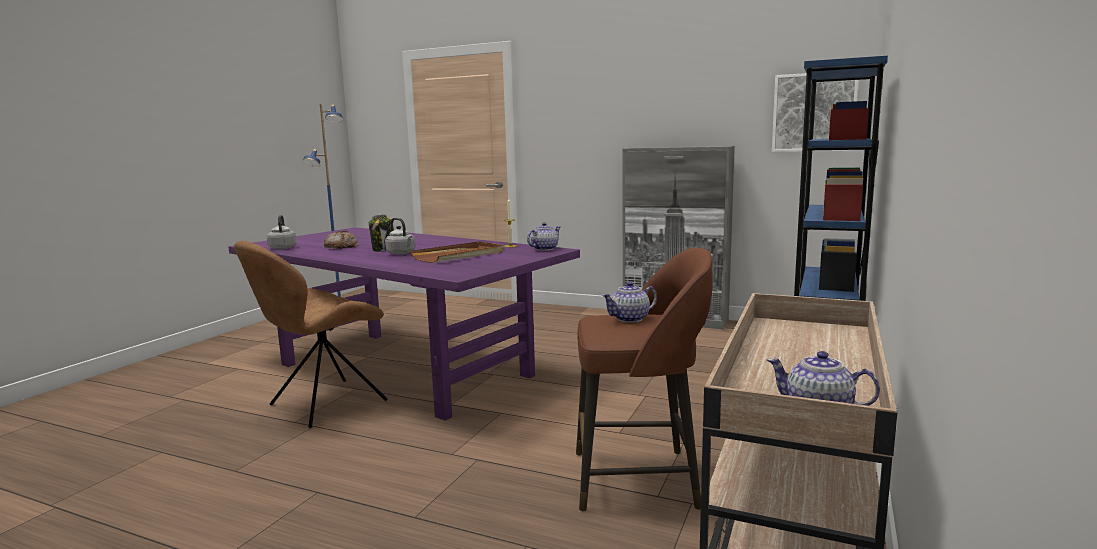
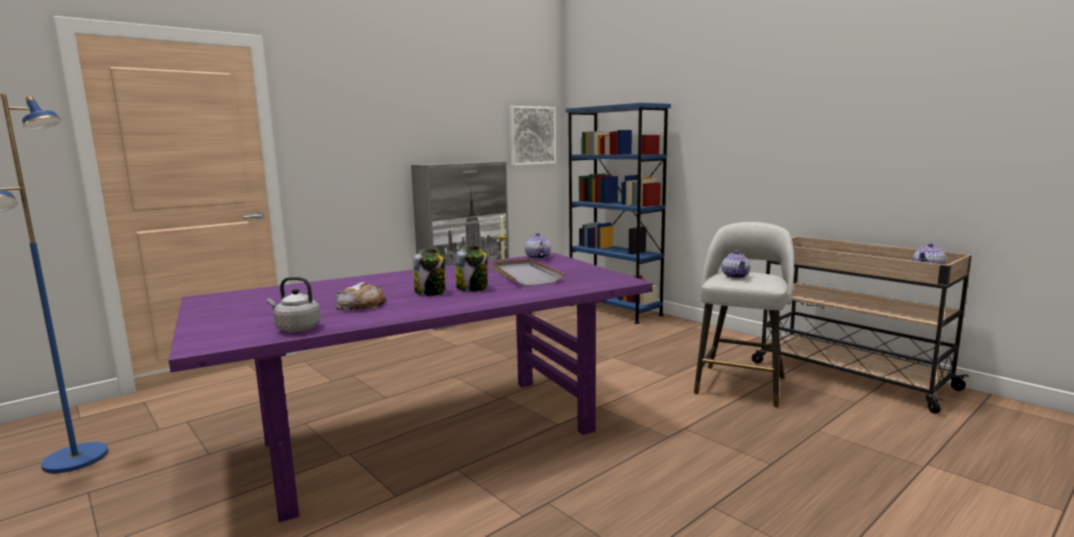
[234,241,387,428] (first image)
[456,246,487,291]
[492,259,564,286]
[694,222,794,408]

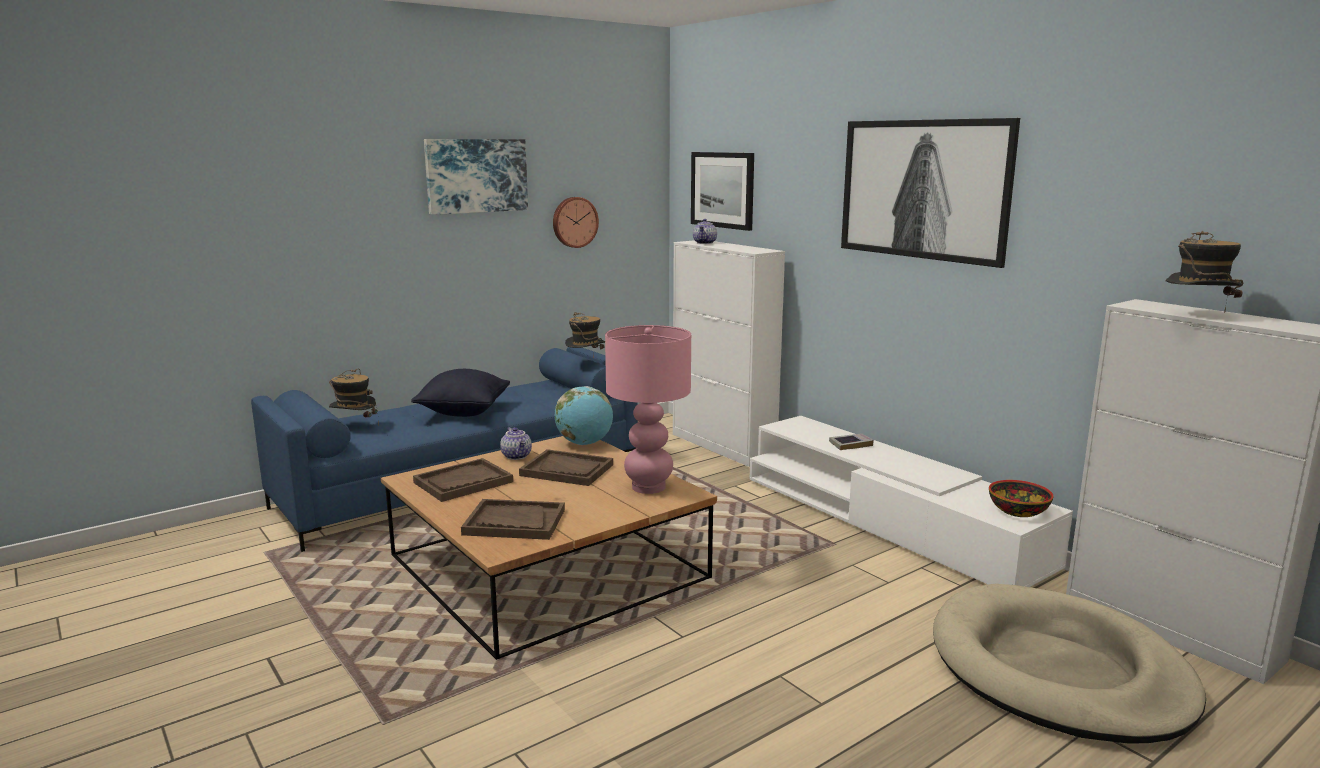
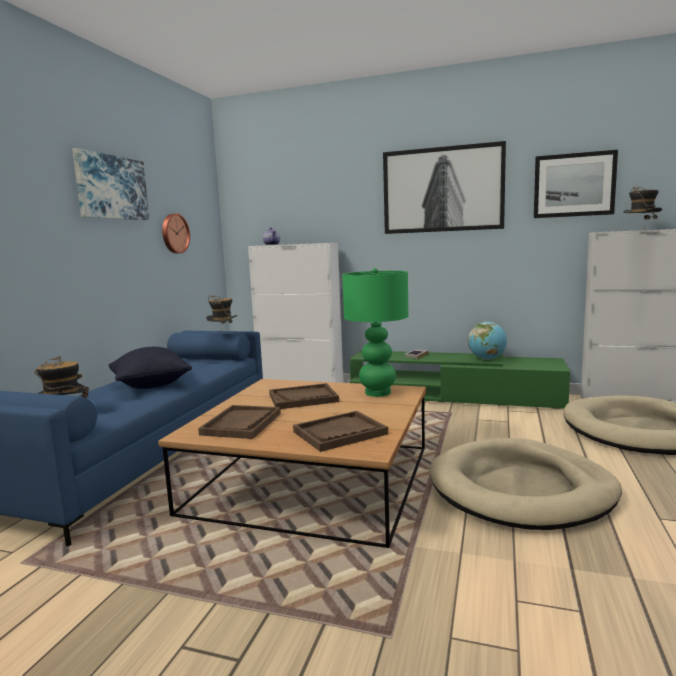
[500,427,532,460] (first image)
[468,322,507,360]
[342,268,408,397]
[534,150,618,218]
[350,350,570,409]
[989,480,1053,517] (first image)
[430,438,622,530]

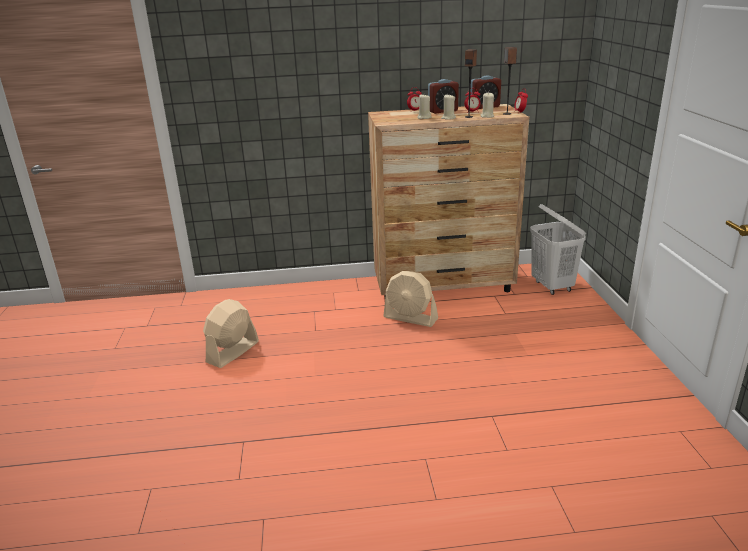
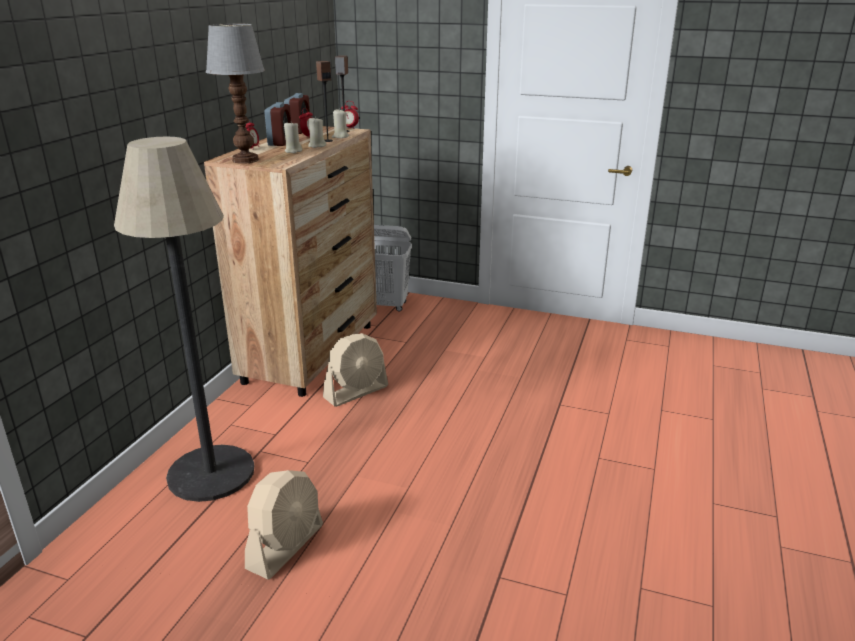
[245,470,323,579]
[114,136,254,502]
[206,23,265,164]

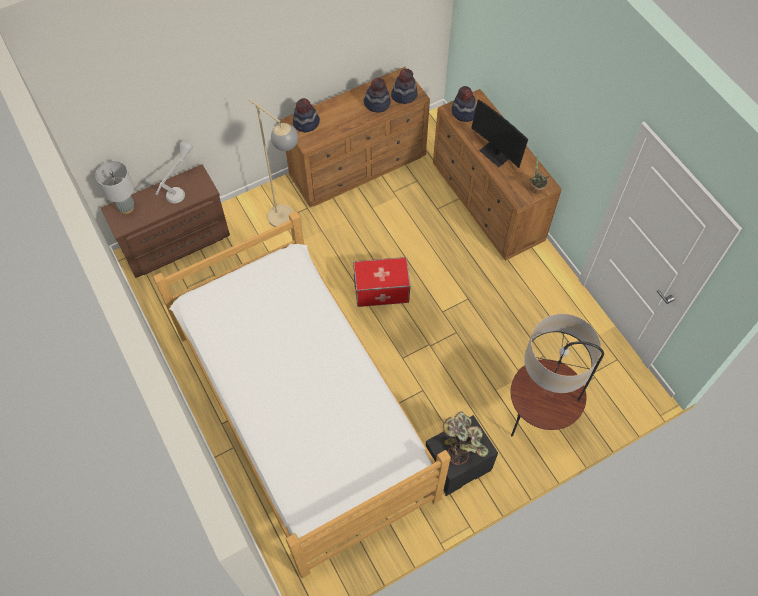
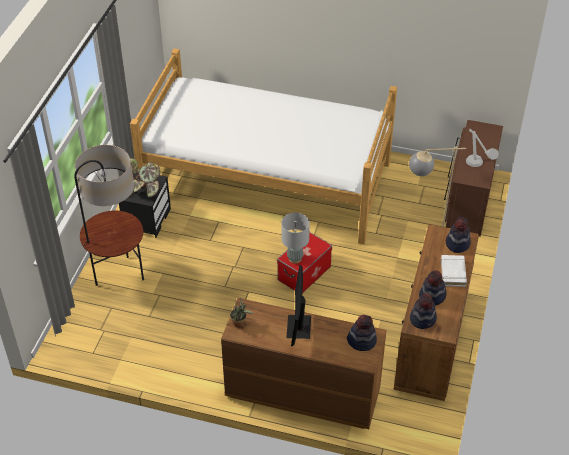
[281,213,310,264]
[286,265,311,346]
[441,255,467,287]

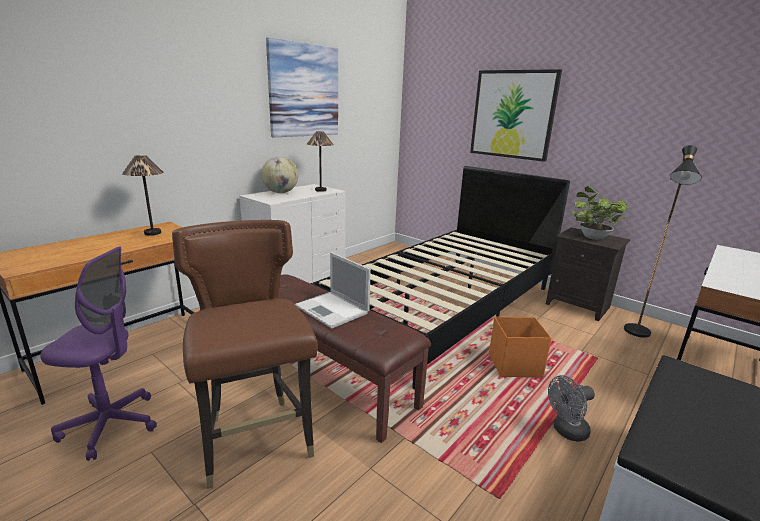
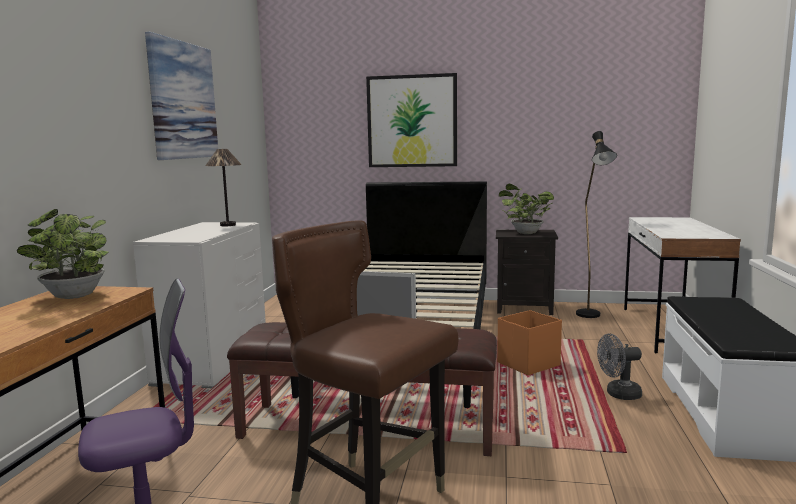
[17,209,109,299]
[261,157,298,193] (first image)
[597,333,642,400]

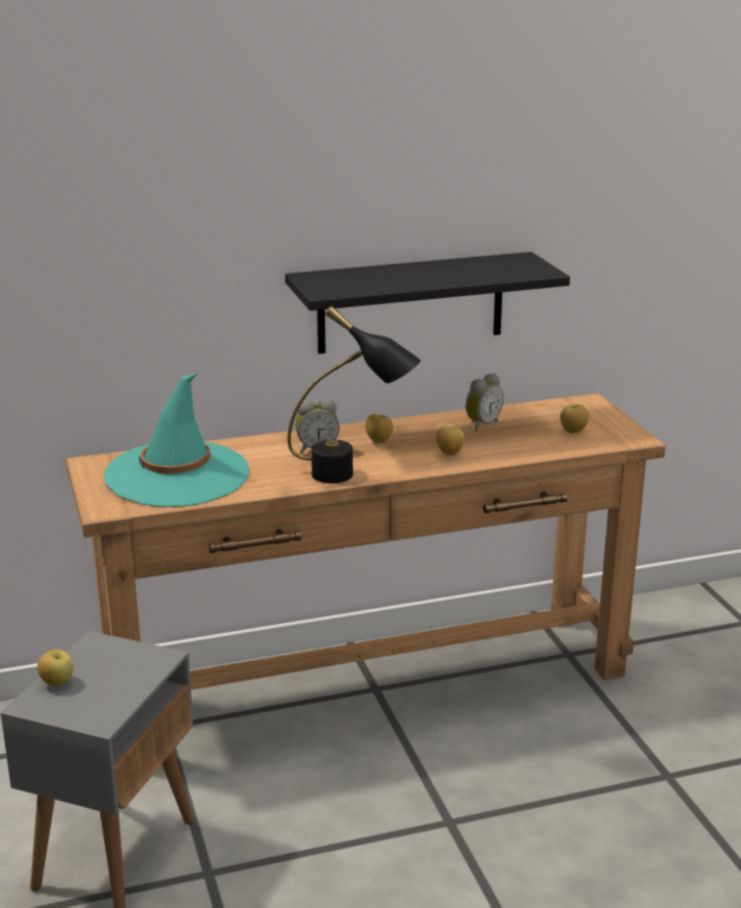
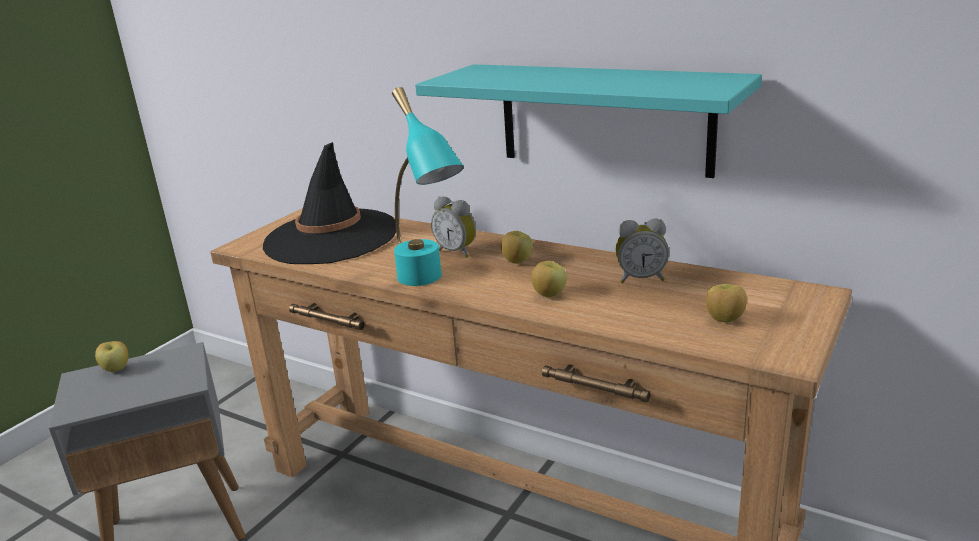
[263,142,396,264]
[415,64,762,178]
[392,87,464,286]

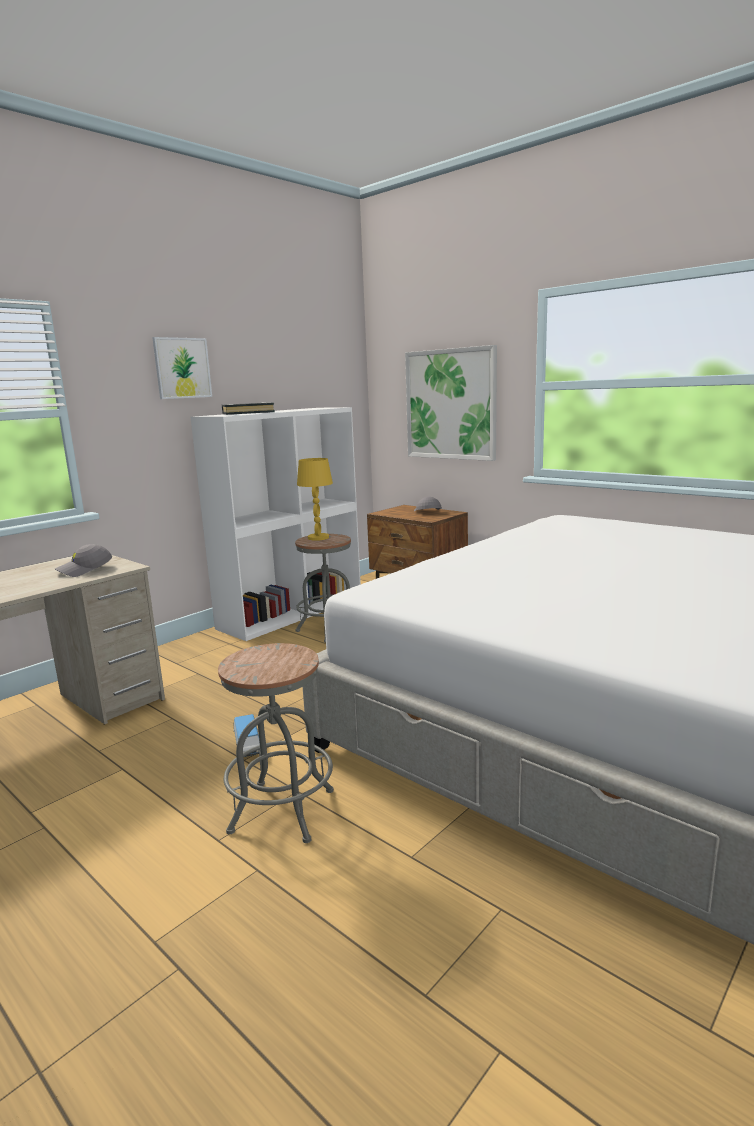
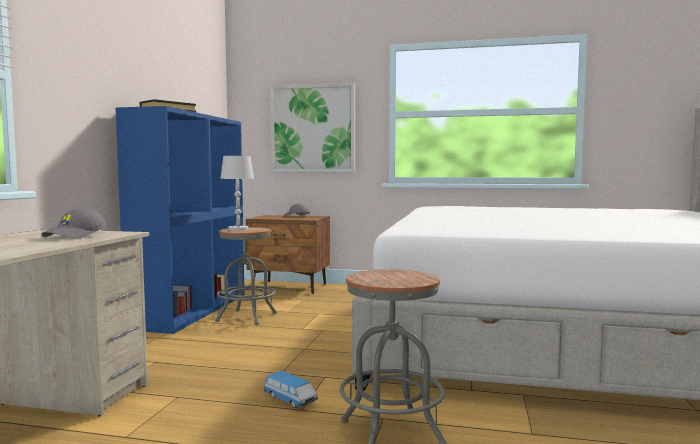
[152,337,212,399] (first image)
[116,106,244,334]
[220,156,254,230]

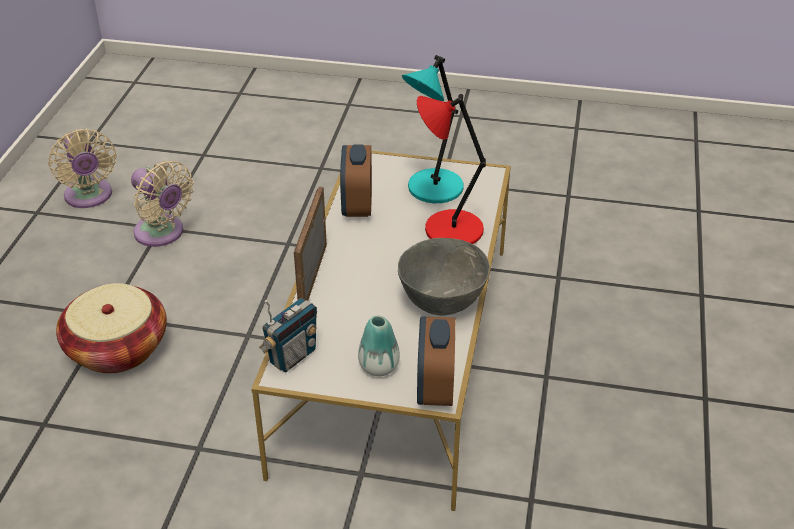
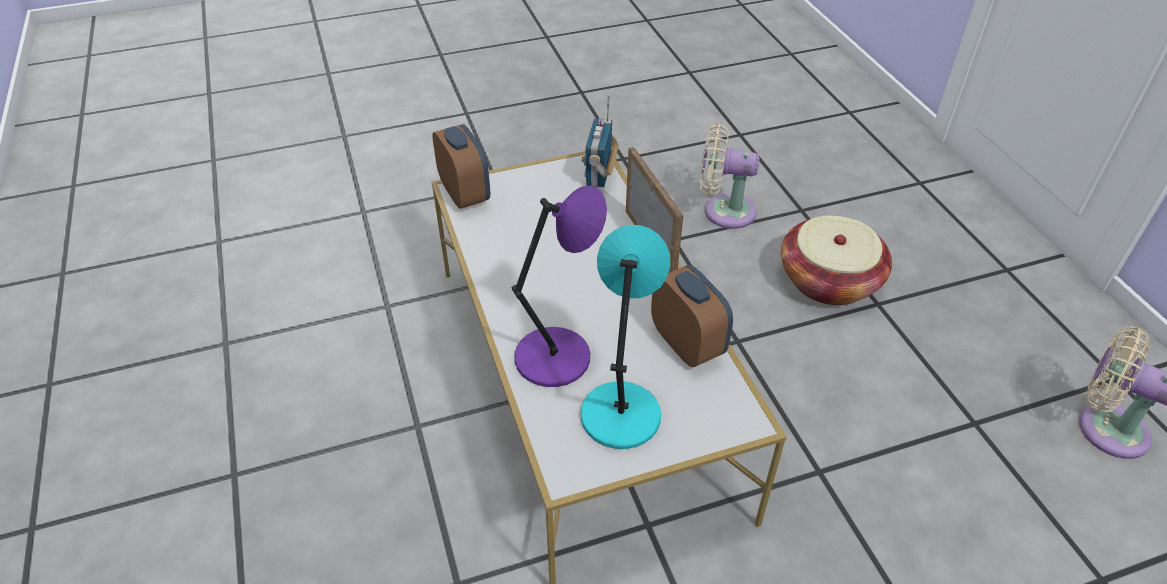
[700,124,760,229]
[358,316,400,376] (first image)
[398,238,490,315] (first image)
[512,185,607,387]

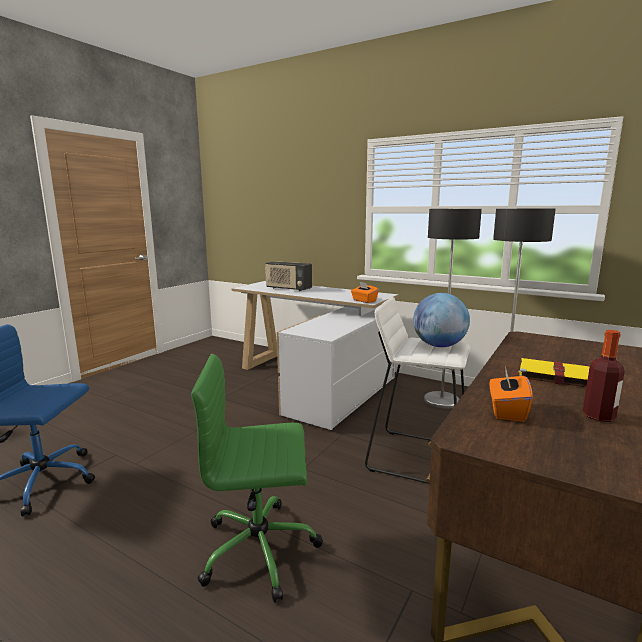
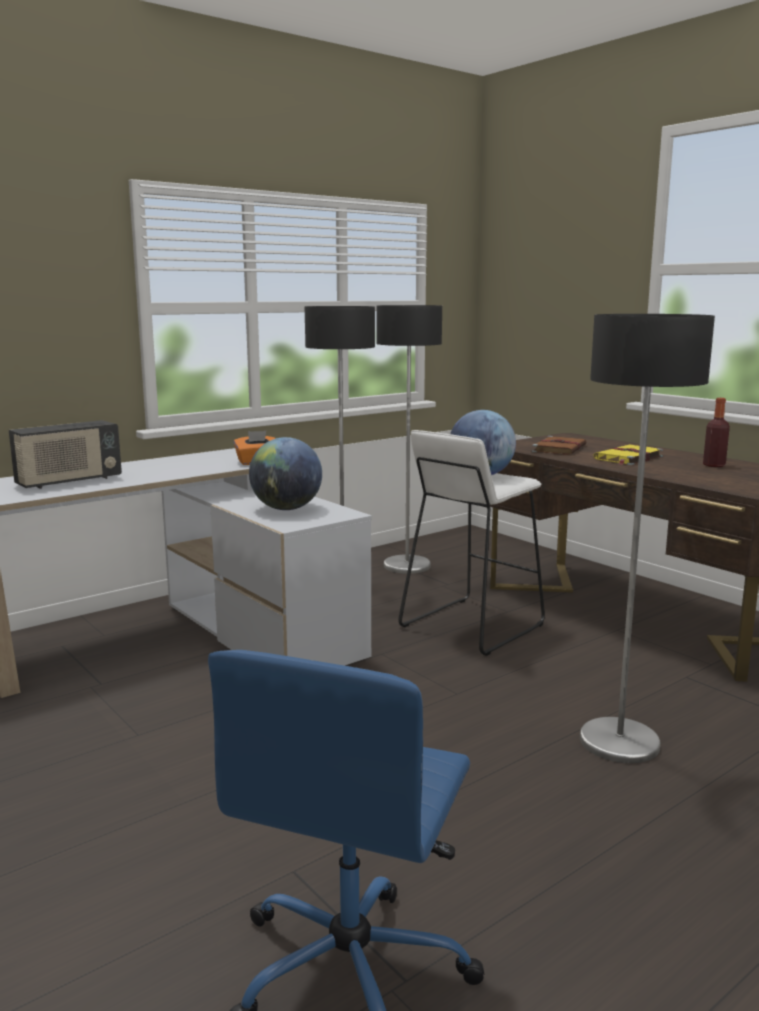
[580,314,715,763]
[490,366,533,422] (first image)
[249,437,322,510]
[532,436,586,455]

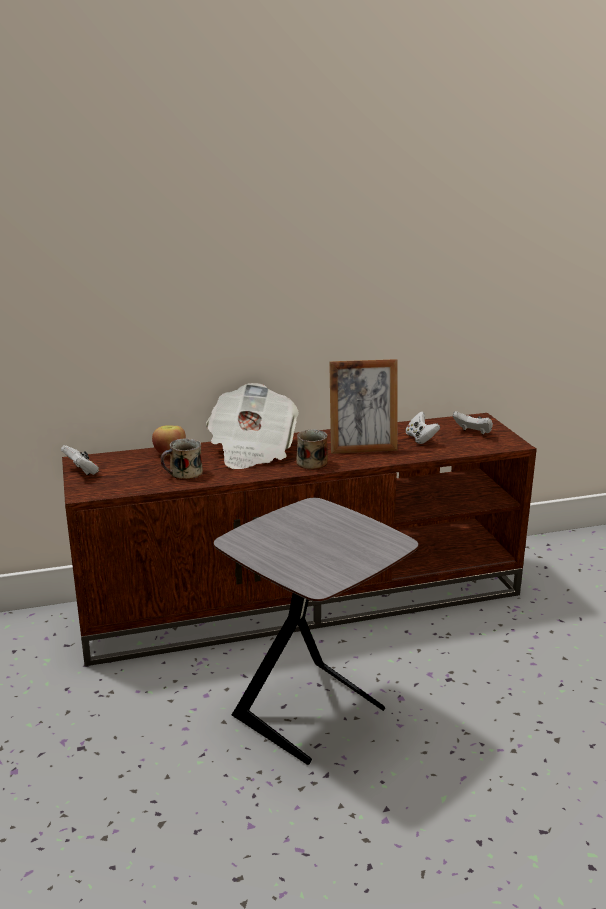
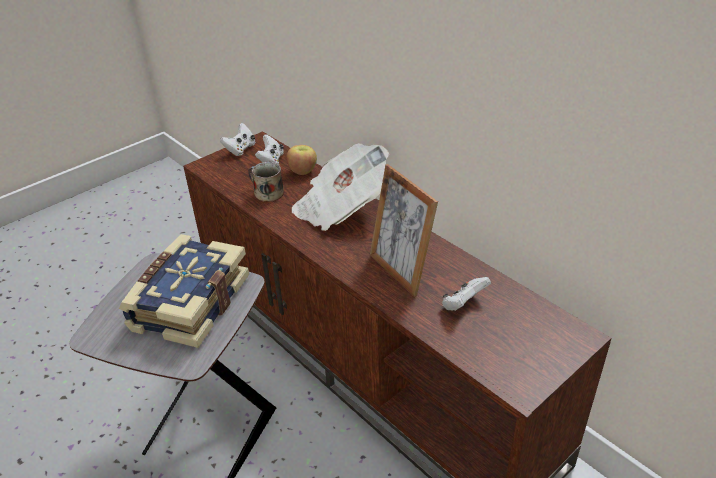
[296,429,328,470] (first image)
[255,134,284,165]
[119,234,249,348]

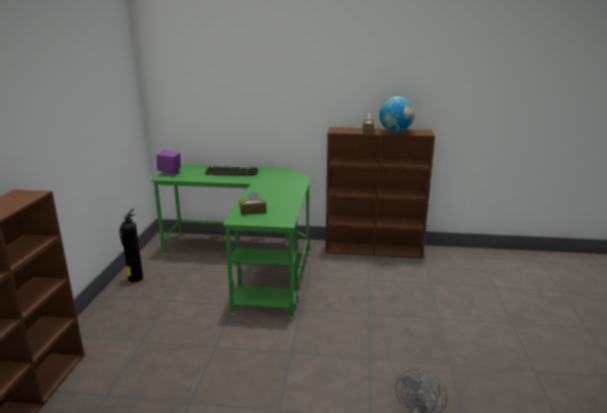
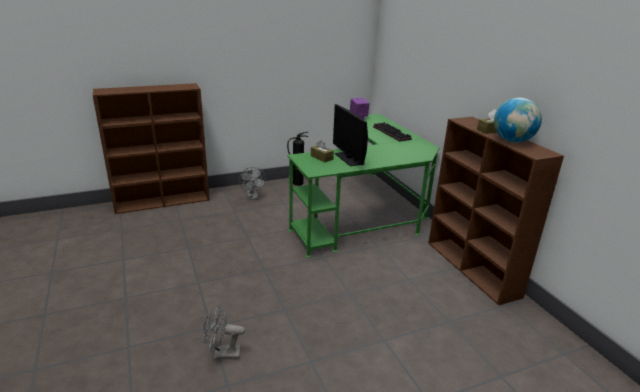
[239,167,266,200]
[333,104,368,166]

